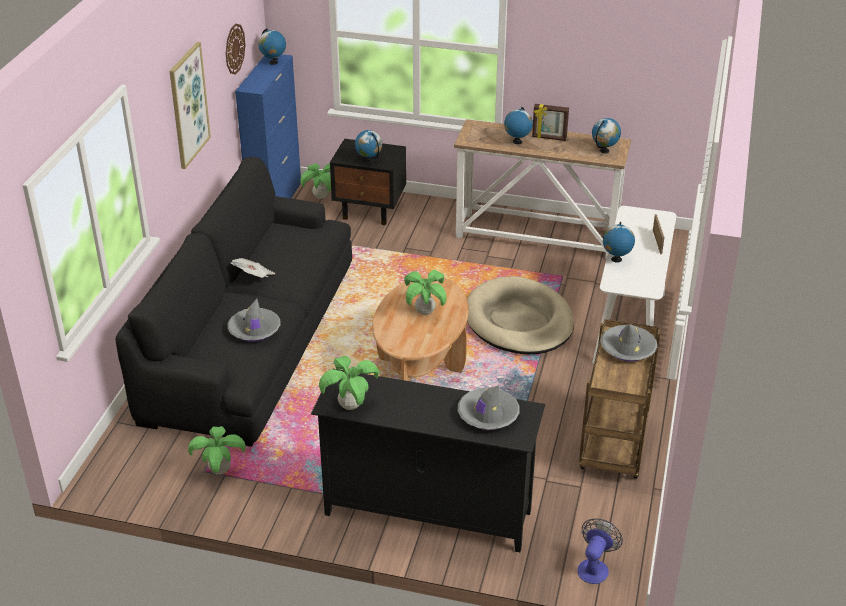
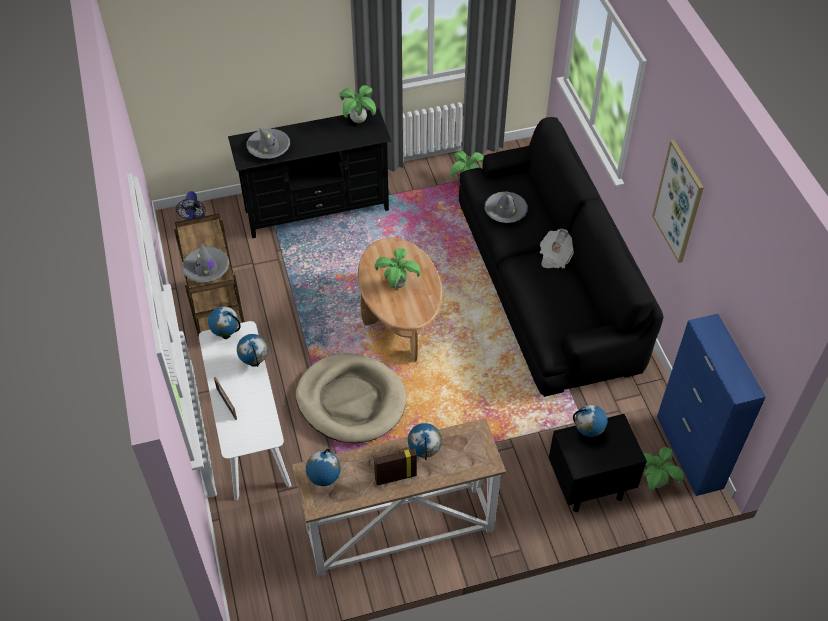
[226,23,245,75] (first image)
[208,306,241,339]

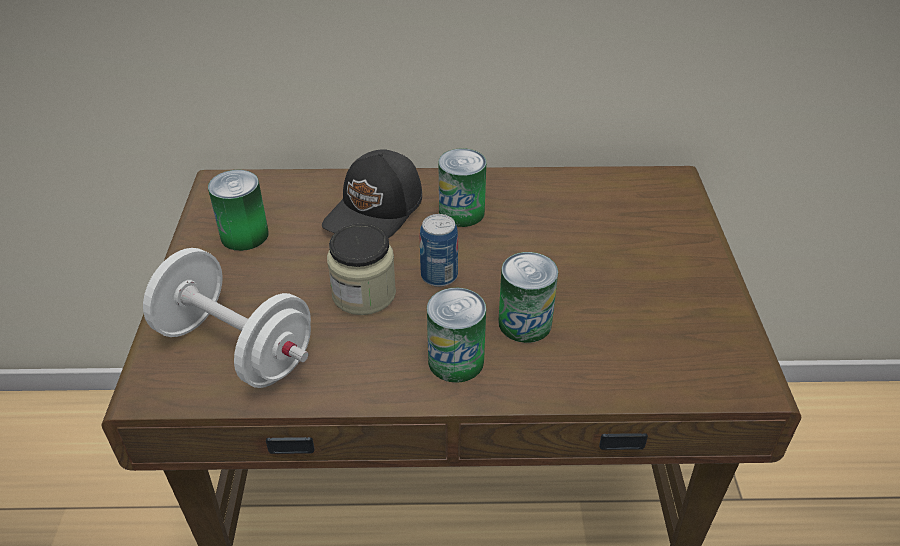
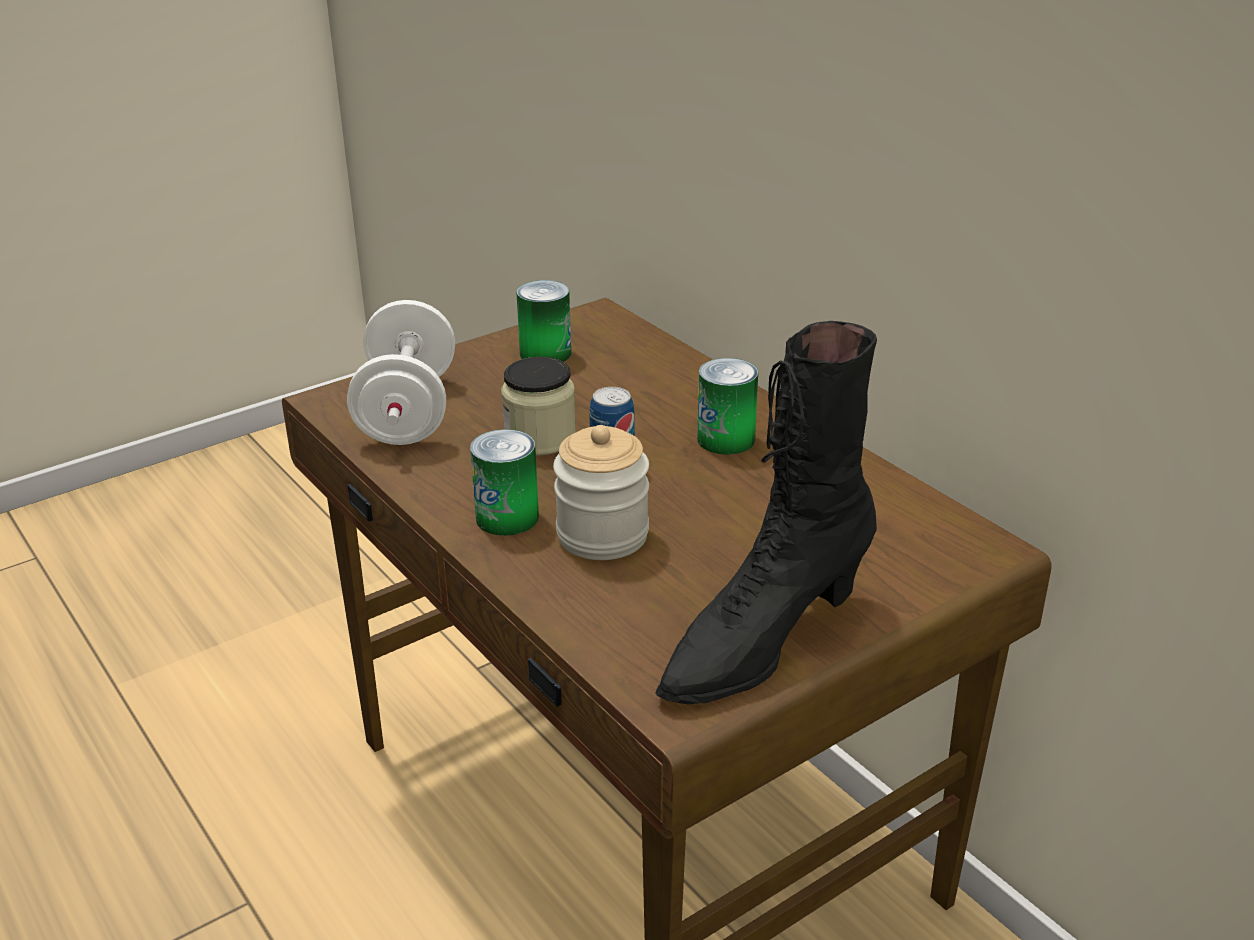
[322,149,422,238] (first image)
[553,425,649,560]
[655,321,877,704]

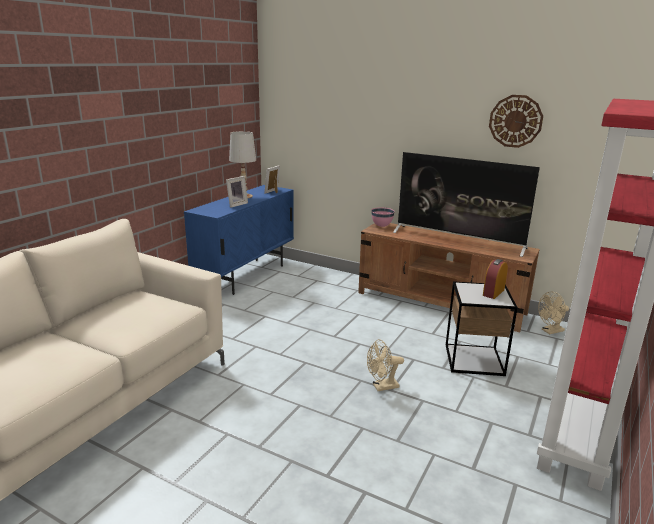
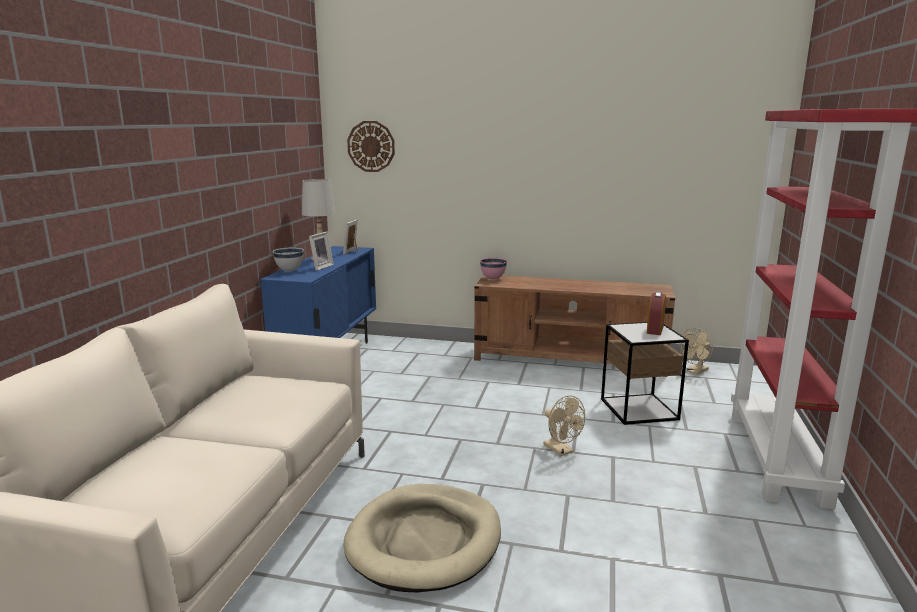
[543,395,585,456]
[393,152,540,257] (first image)
[347,121,395,172]
[273,247,304,271]
[343,484,501,592]

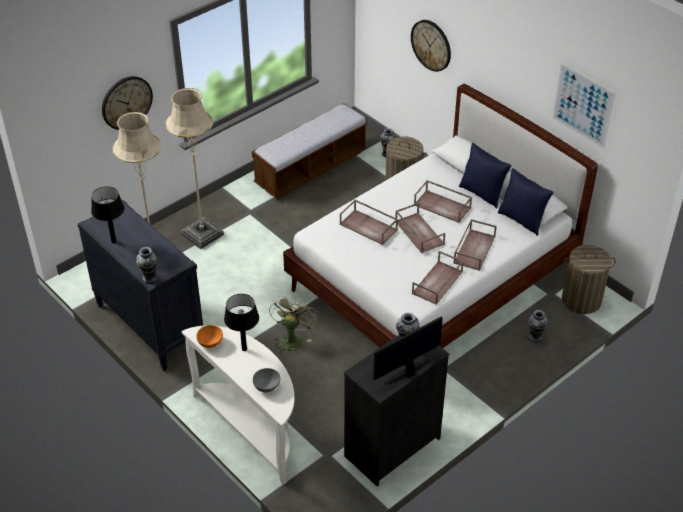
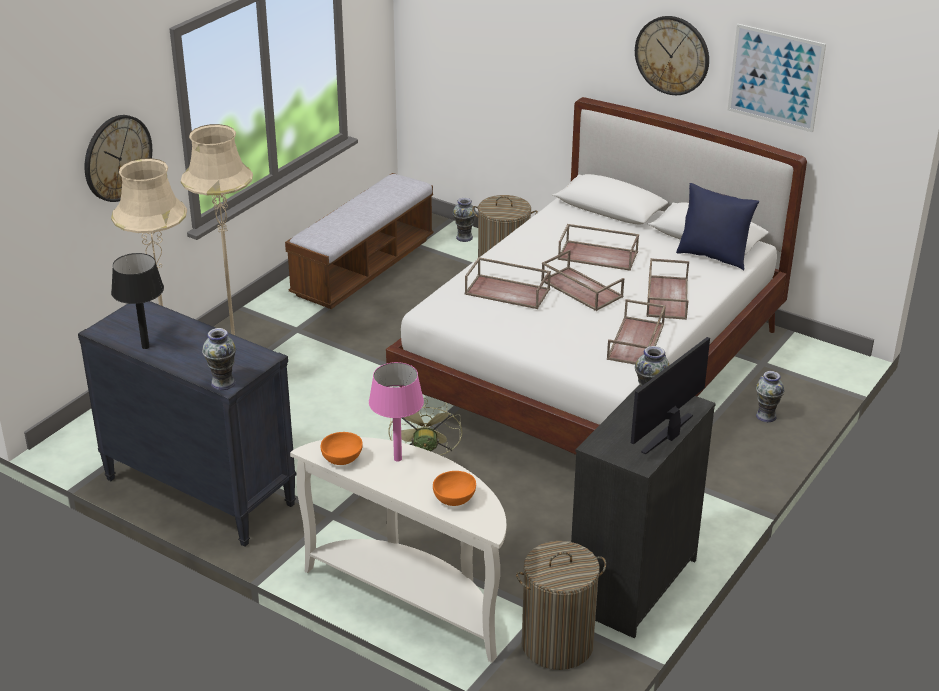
[369,362,424,462]
[433,471,476,506]
[635,16,709,95]
[459,143,512,209] (first image)
[516,541,606,670]

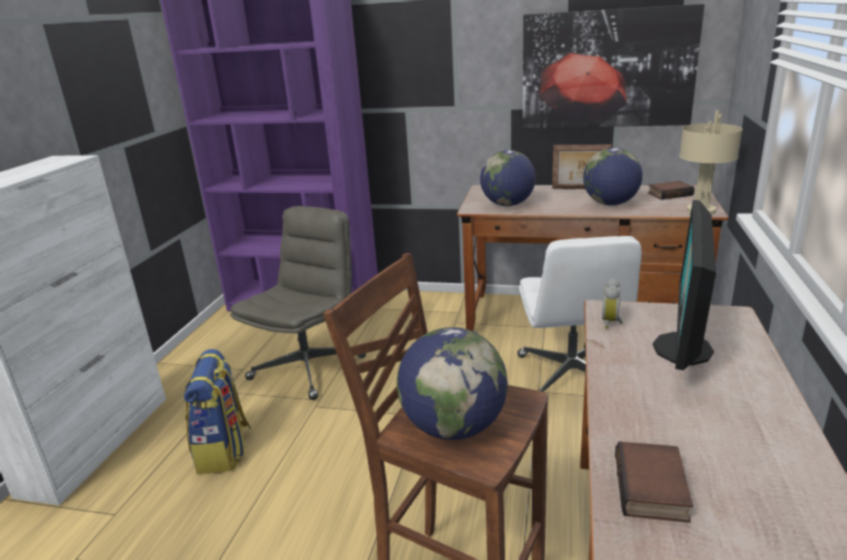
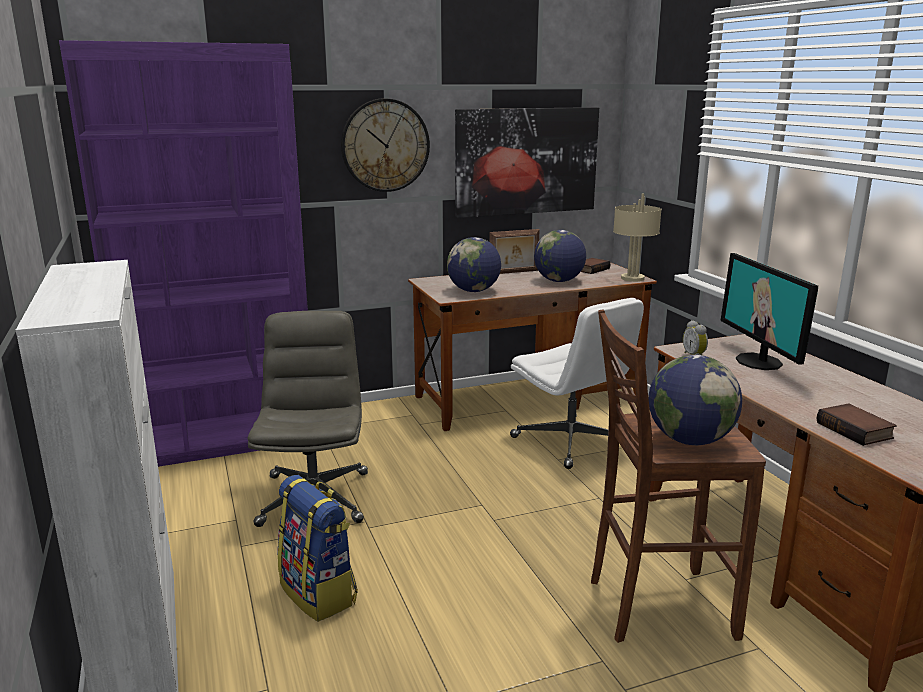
[341,98,430,192]

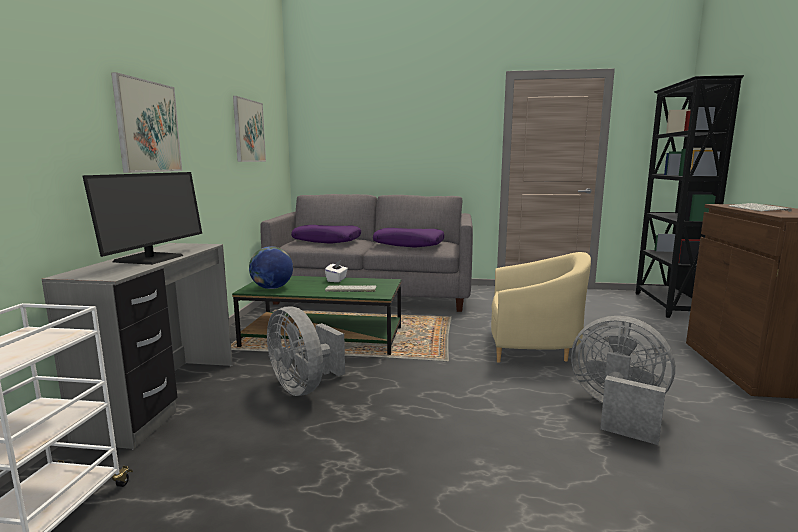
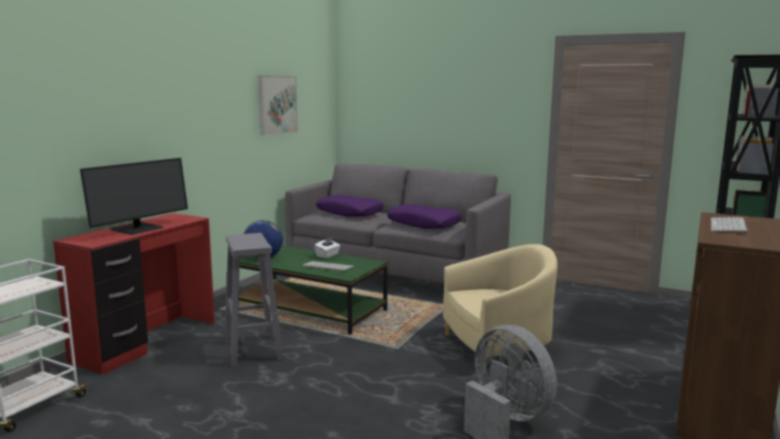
[53,213,215,375]
[111,72,182,173] (first image)
[225,233,283,367]
[443,244,557,357]

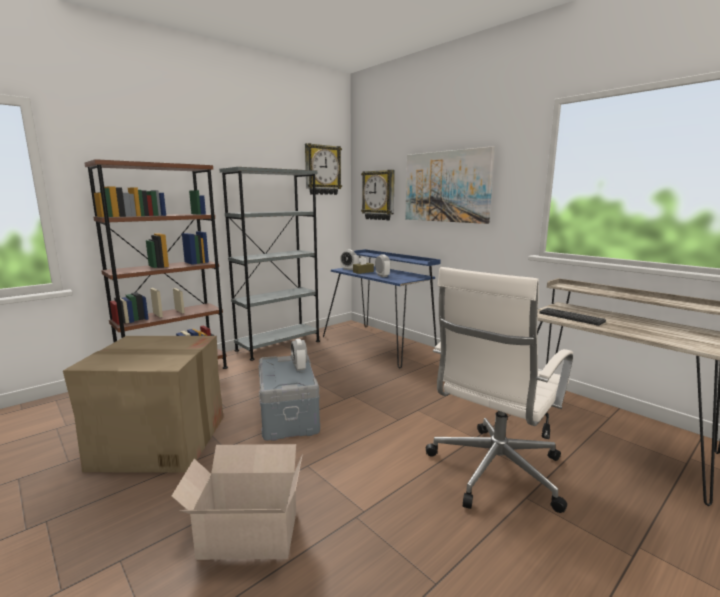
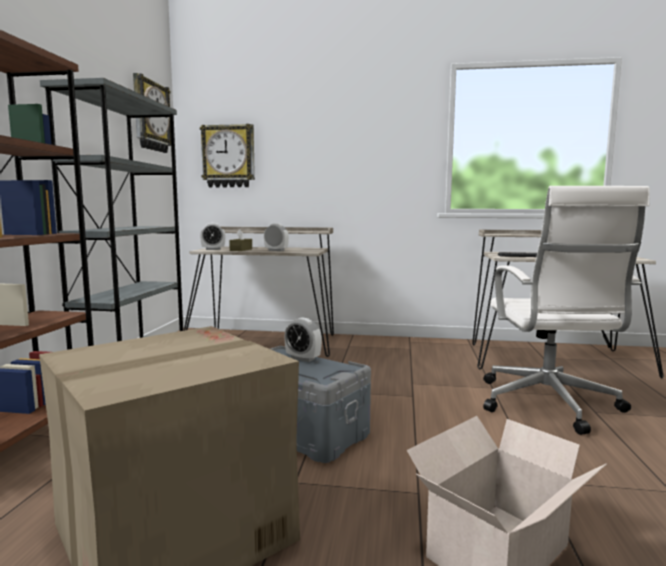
[184,227,334,357]
[405,146,495,224] (first image)

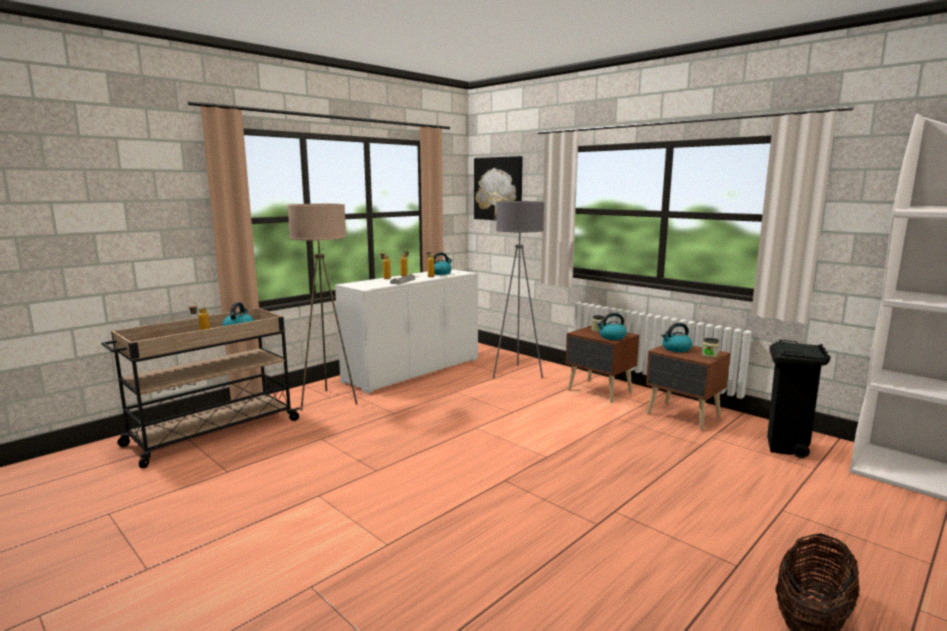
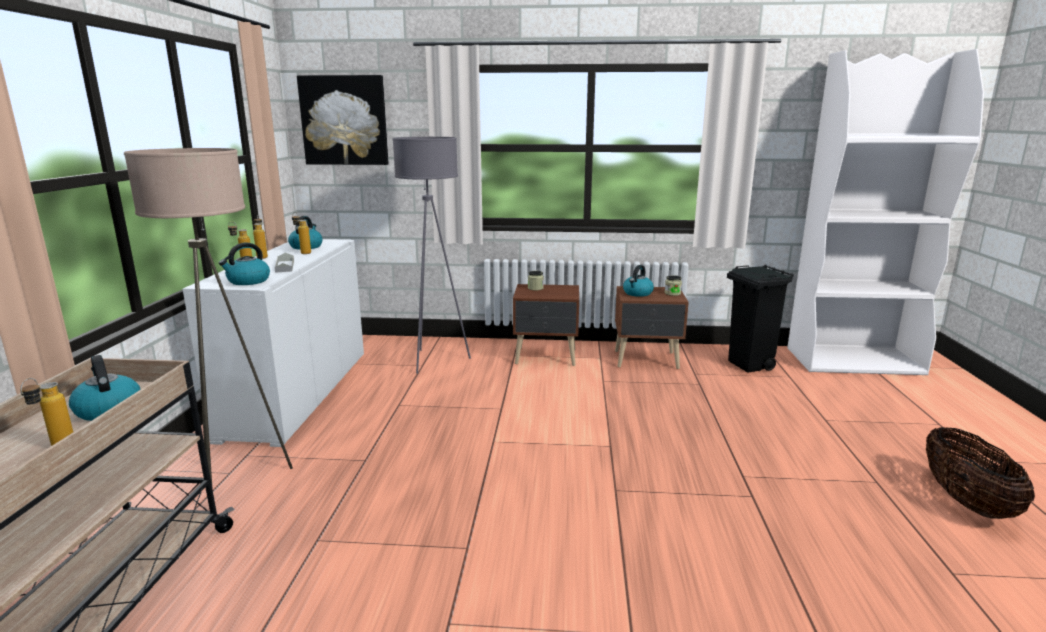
[219,242,270,285]

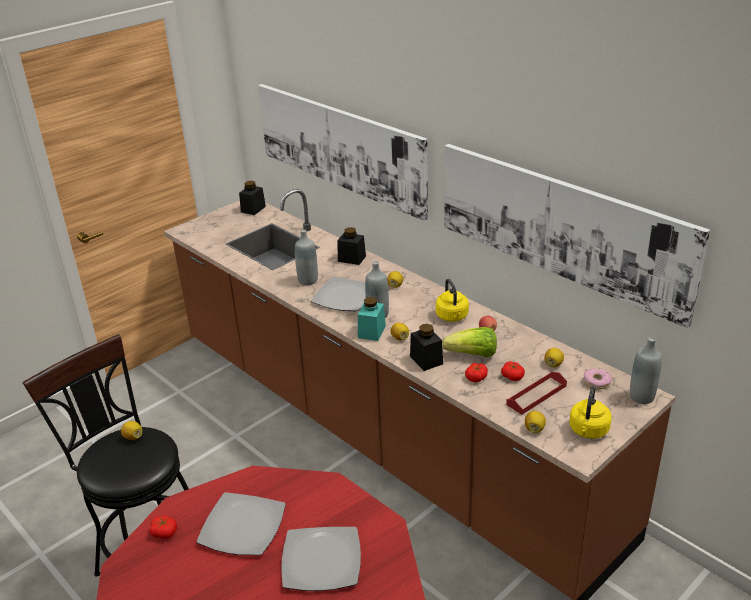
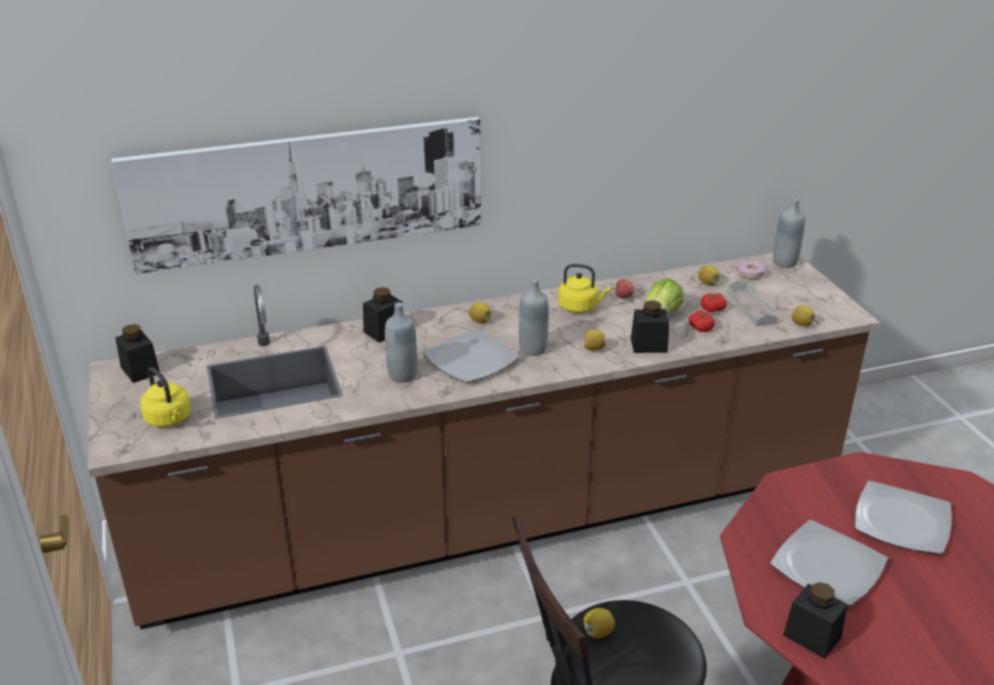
[783,582,848,659]
[358,297,386,341] (first image)
[444,144,710,328] (first image)
[727,280,778,326]
[140,367,191,427]

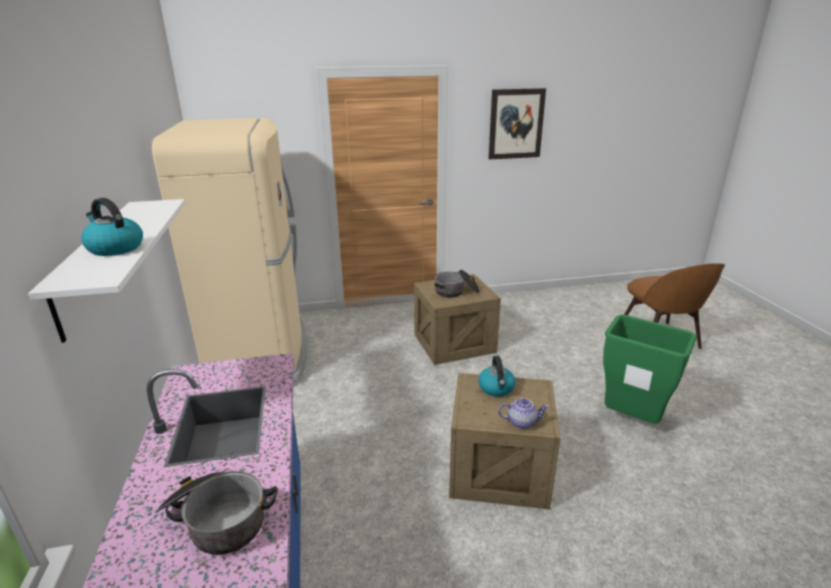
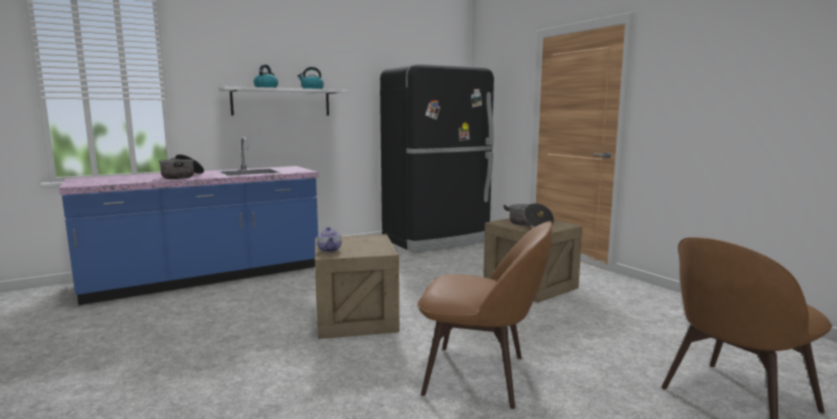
[380,64,494,252]
[298,67,324,89]
[489,88,546,160] (first image)
[417,221,552,409]

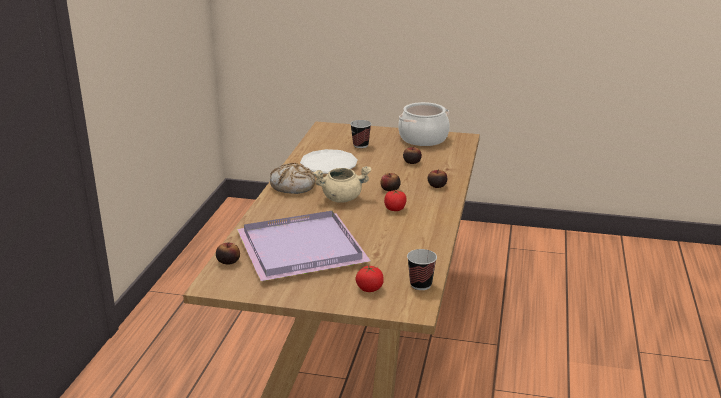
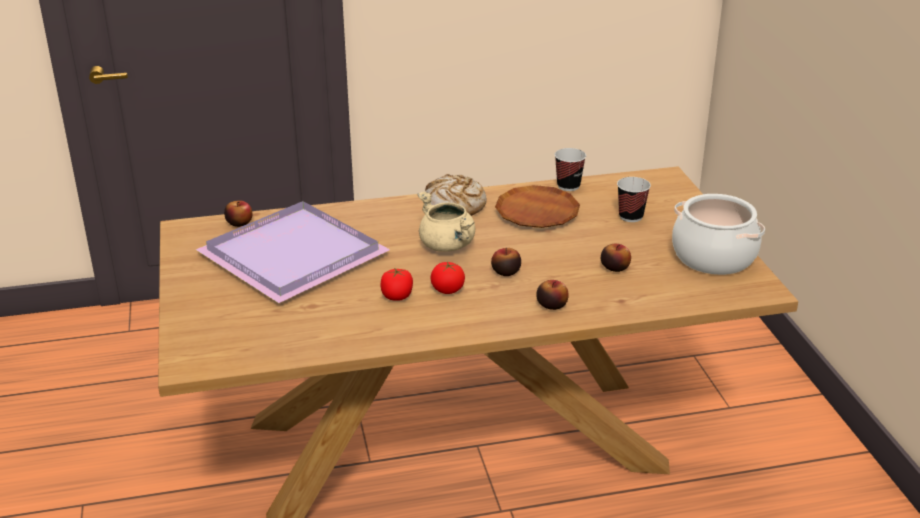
[495,185,580,228]
[381,268,413,301]
[555,148,586,191]

